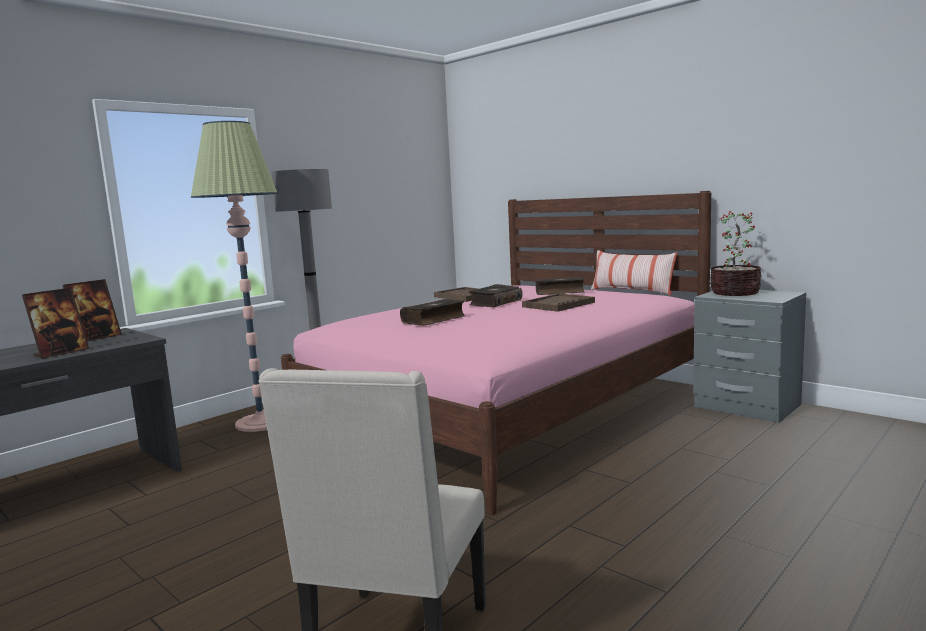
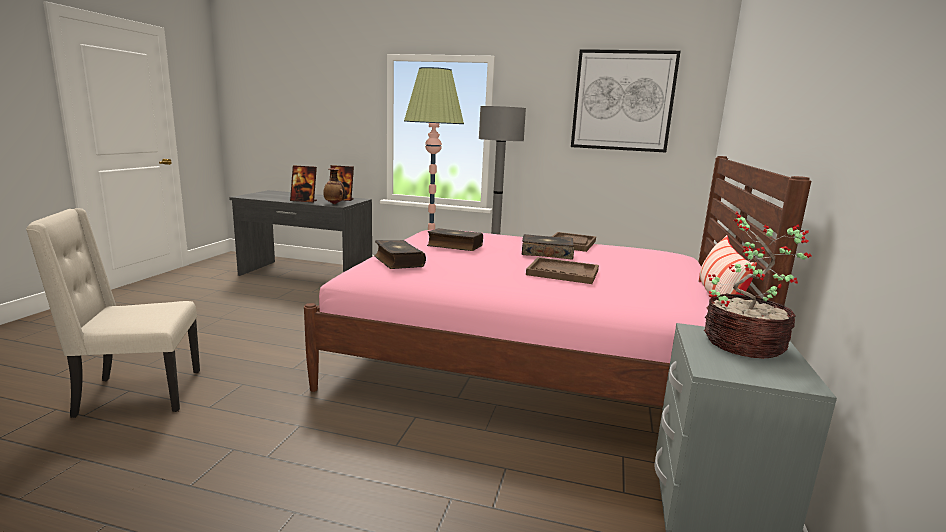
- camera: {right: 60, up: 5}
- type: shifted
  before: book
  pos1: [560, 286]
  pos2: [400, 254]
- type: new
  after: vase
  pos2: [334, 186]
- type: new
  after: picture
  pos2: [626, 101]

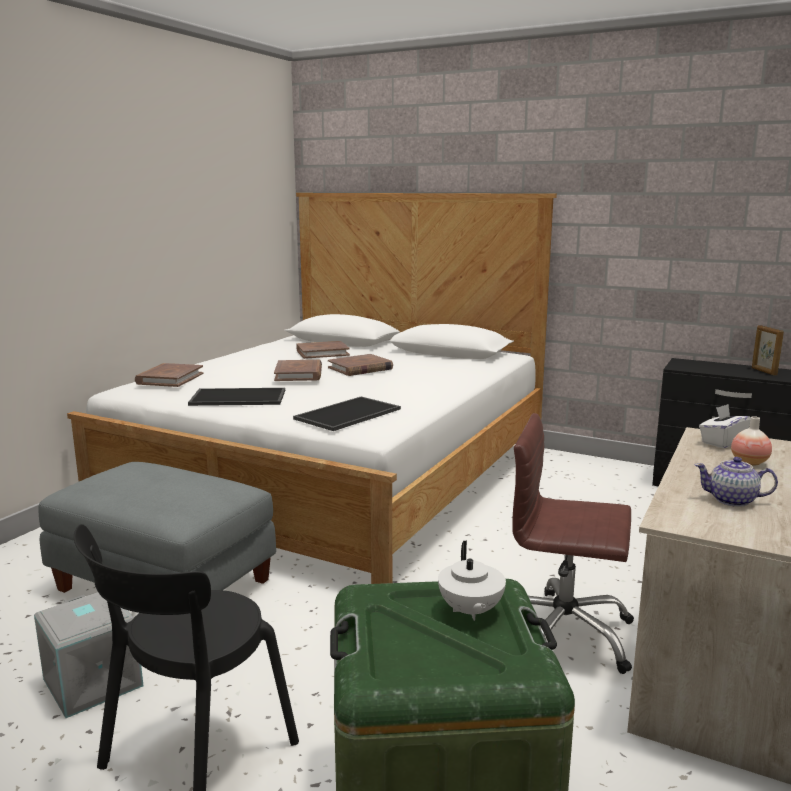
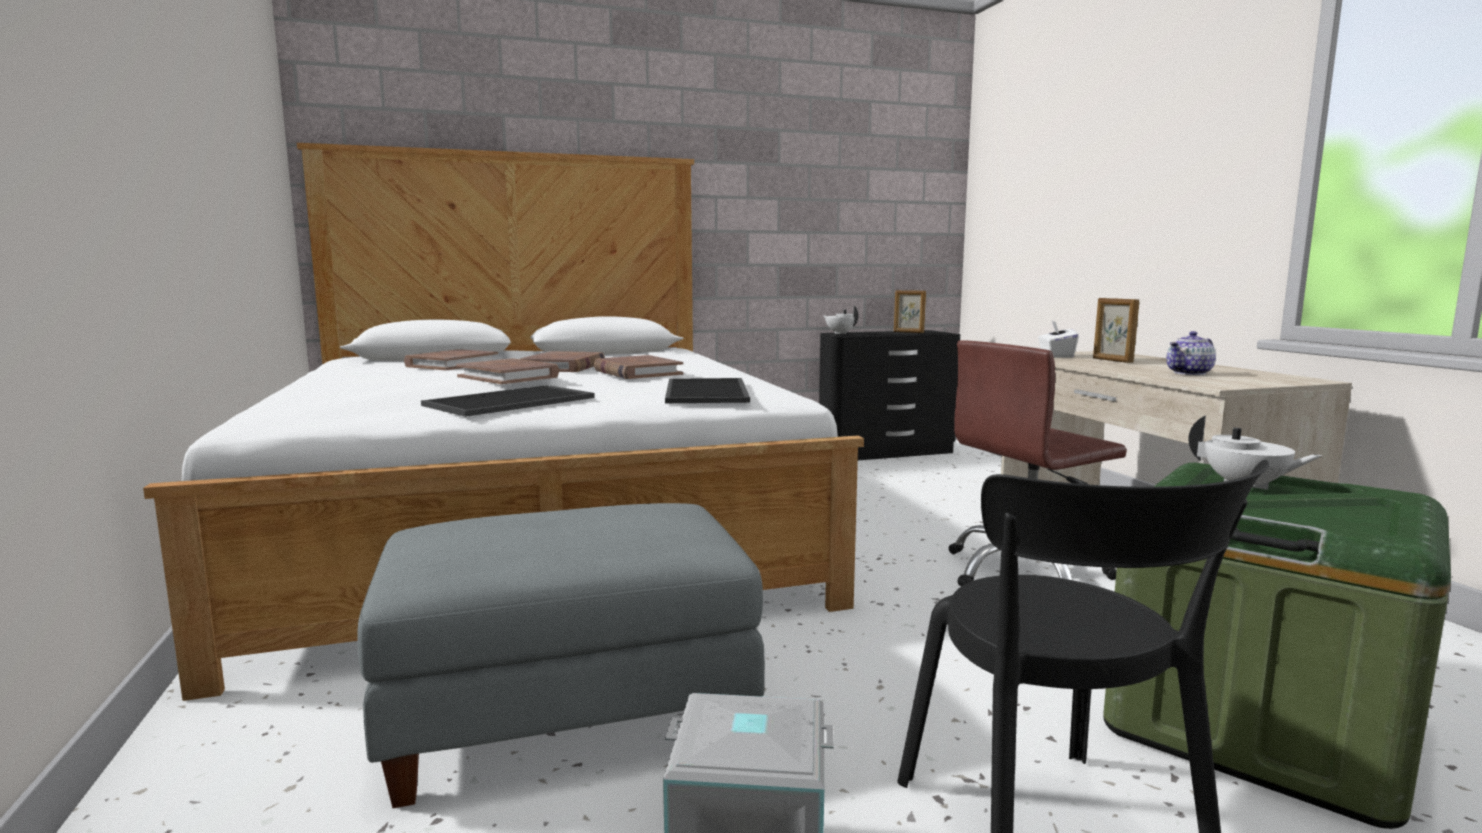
- camera: {right: -45, up: -5}
- type: shifted
  before: book (brown)
  pos1: [169, 375]
  pos2: [639, 367]
- type: swapped
  before: vase
  after: picture frame
  pos1: [751, 441]
  pos2: [1116, 330]
- type: new
  after: teapot (white)
  pos2: [841, 320]

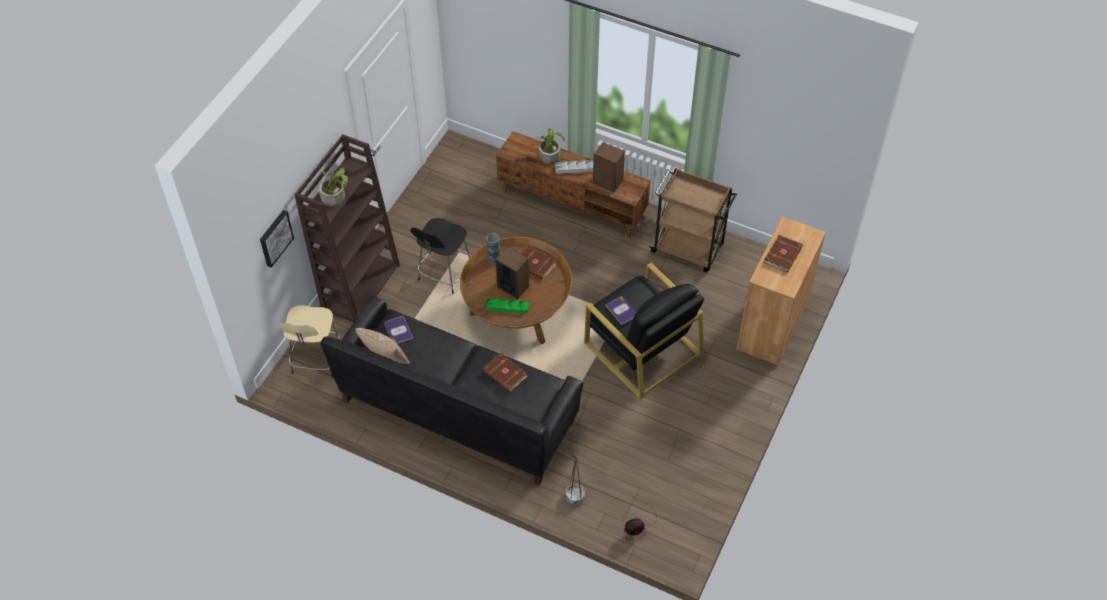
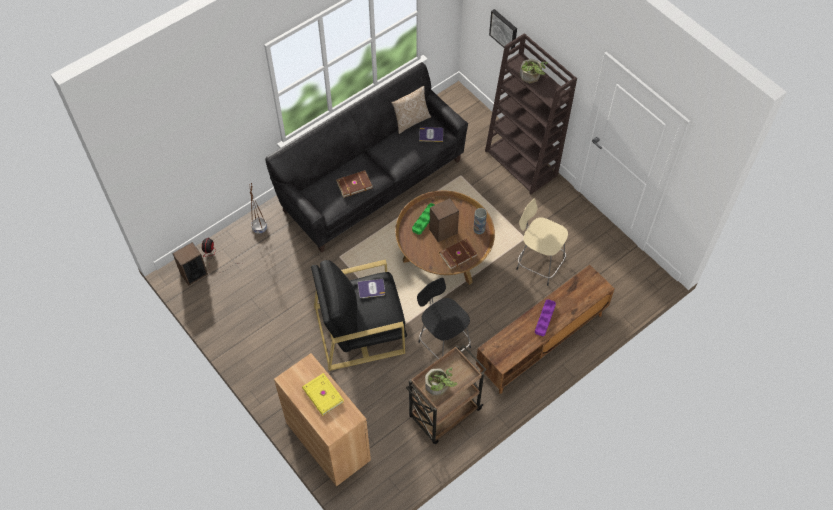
- camera: {right: 115, up: 5}
- type: shifted
  before: stool (beige)
  pos1: [309, 341]
  pos2: [542, 242]
- type: shifted
  before: stool (black)
  pos1: [440, 256]
  pos2: [444, 318]
- type: shifted
  before: potted plant
  pos1: [550, 146]
  pos2: [441, 381]
- type: repainted
  before: tray (grey)
  after: tray (purple)
  pos1: [574, 167]
  pos2: [545, 317]
- type: shifted
  before: speaker
  pos1: [609, 167]
  pos2: [190, 263]
- type: repainted
  before: book (brown)
  after: book (yellow)
  pos1: [783, 253]
  pos2: [323, 394]

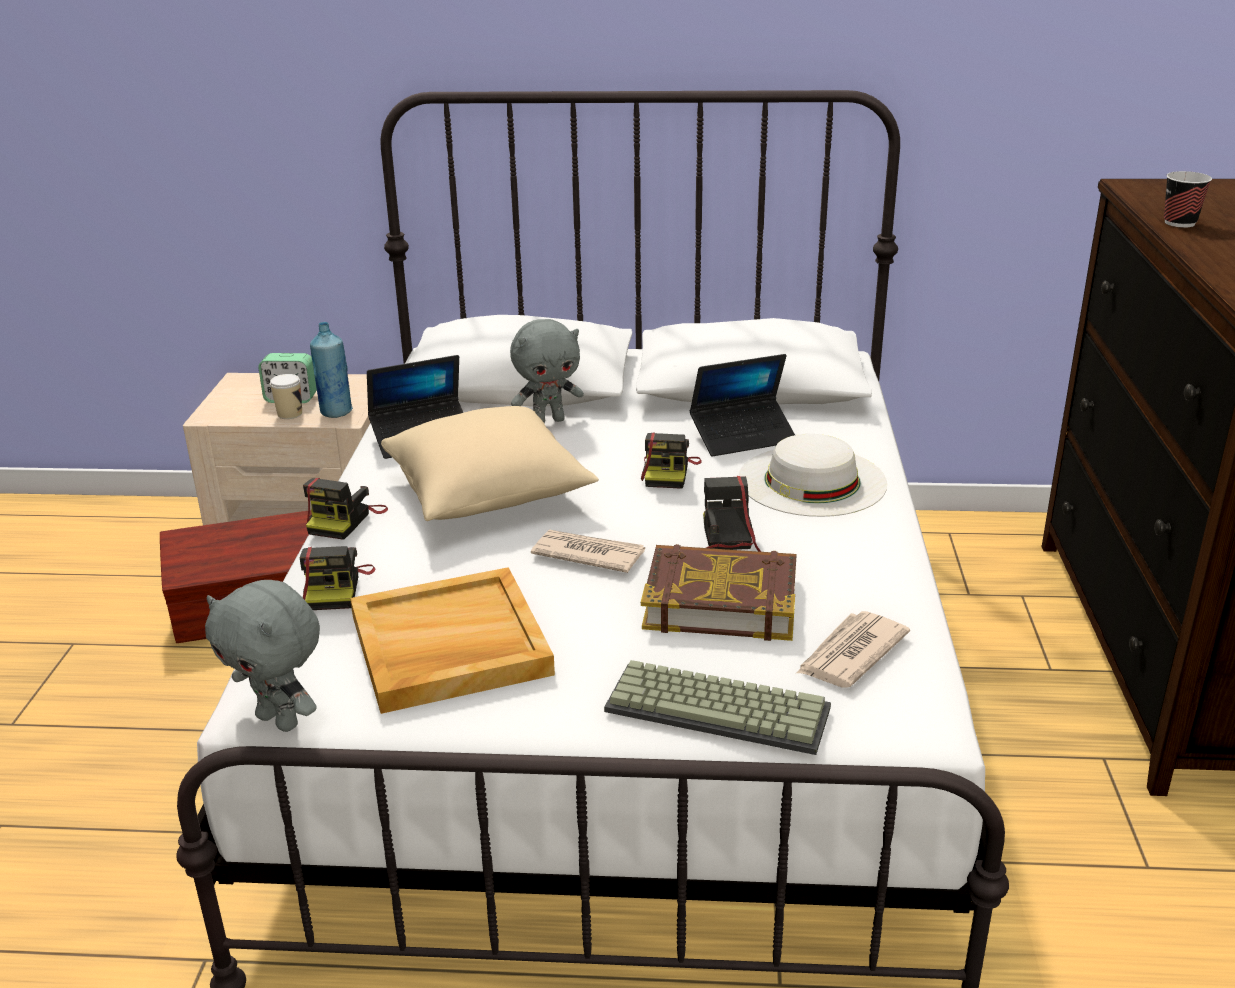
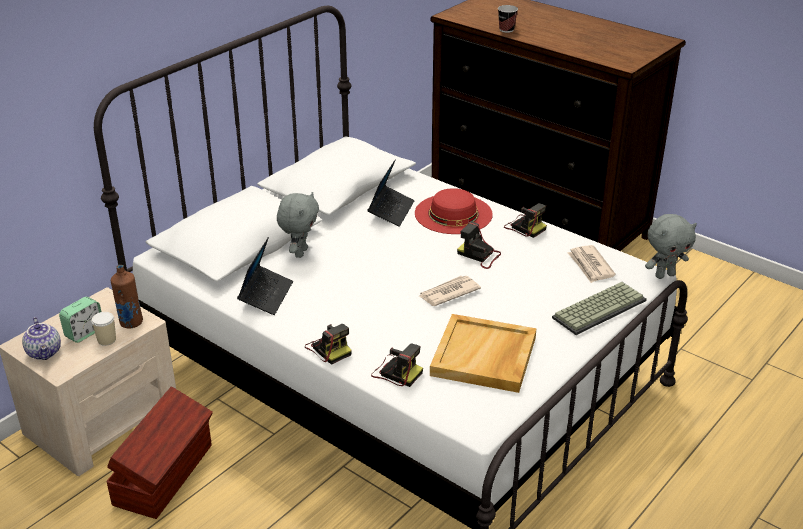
- camera: {right: -55, up: 5}
- type: shifted
  before: plush toy (grey)
  pos1: [262, 656]
  pos2: [671, 246]
- type: repainted
  before: bottle (blue)
  after: bottle (brown)
  pos1: [331, 370]
  pos2: [127, 297]
- type: gone
  before: pillow (beige)
  pos1: [490, 463]
- type: shifted
  before: photo camera
  pos1: [671, 460]
  pos2: [525, 220]
- type: gone
  before: book
  pos1: [719, 592]
- type: repainted
  before: hat (white)
  after: hat (red)
  pos1: [813, 475]
  pos2: [454, 211]
- type: new
  after: teapot
  pos2: [41, 338]

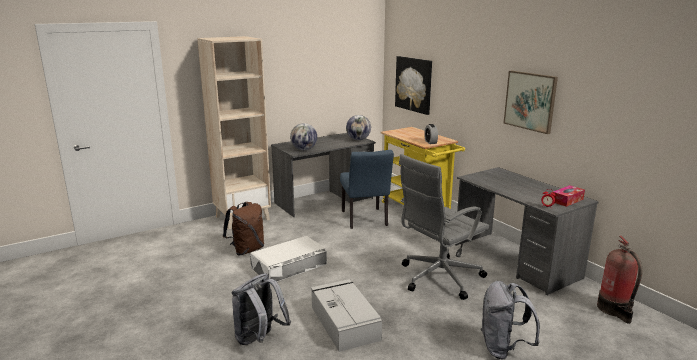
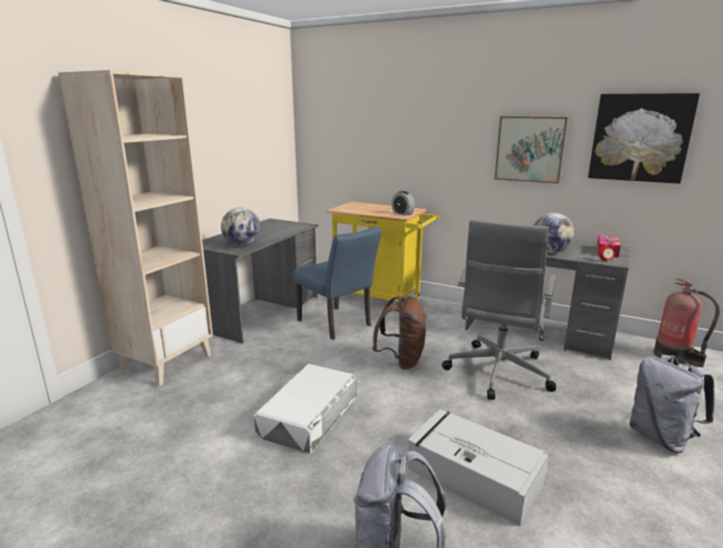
- camera: {right: -30, up: 0}
- type: shifted
  before: backpack (brown)
  pos1: [243, 228]
  pos2: [399, 332]
- type: shifted
  before: globe
  pos1: [358, 127]
  pos2: [554, 233]
- type: shifted
  before: picture
  pos1: [413, 85]
  pos2: [644, 138]

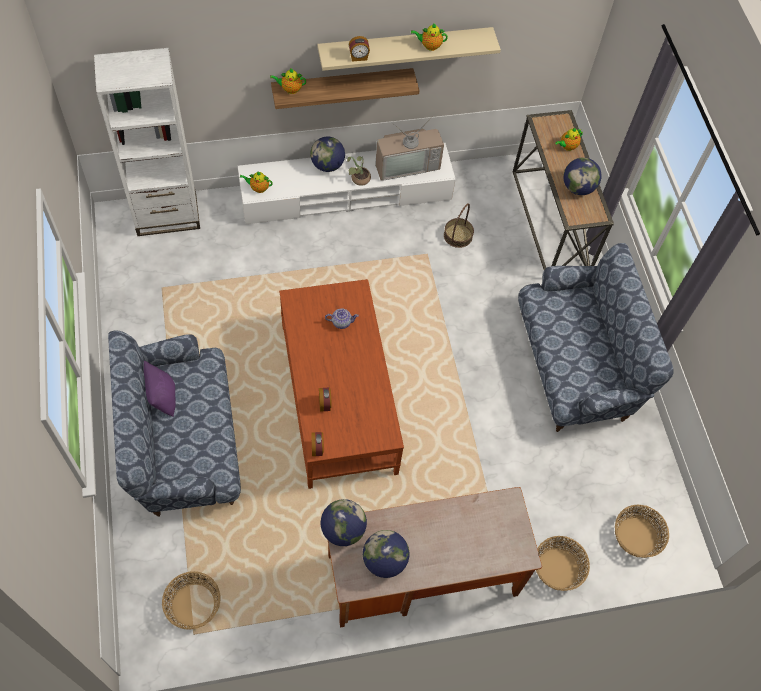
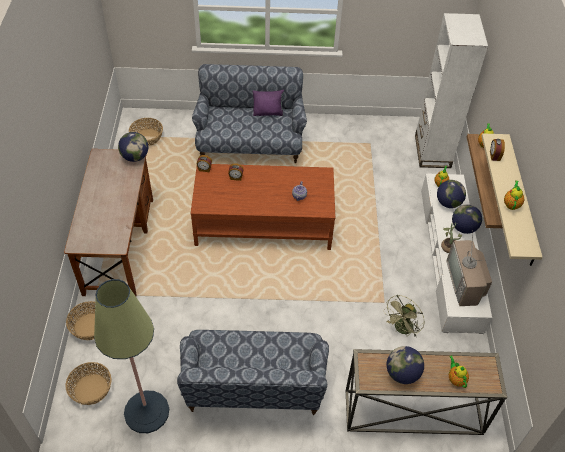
- camera: {right: 105, up: -10}
- type: shifted
  before: globe
  pos1: [386, 554]
  pos2: [451, 194]
- type: swapped
  before: basket
  after: fan (green)
  pos1: [459, 225]
  pos2: [404, 315]
- type: new
  after: floor lamp
  pos2: [131, 356]

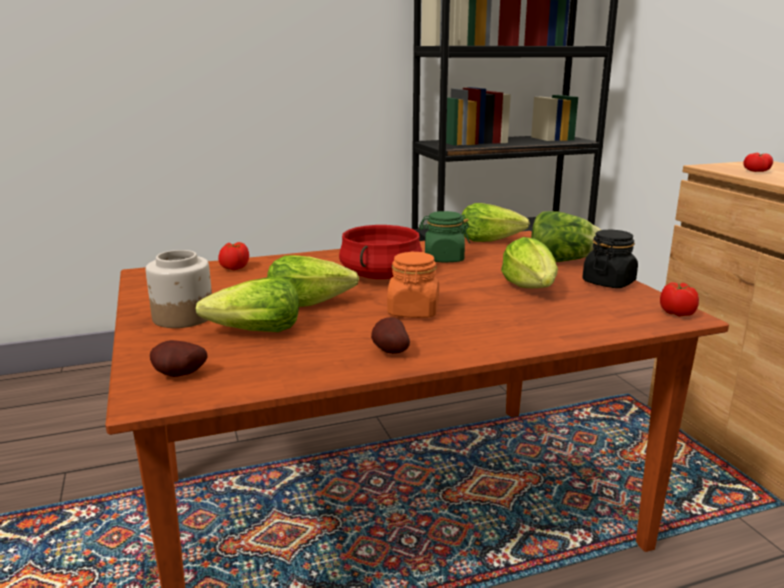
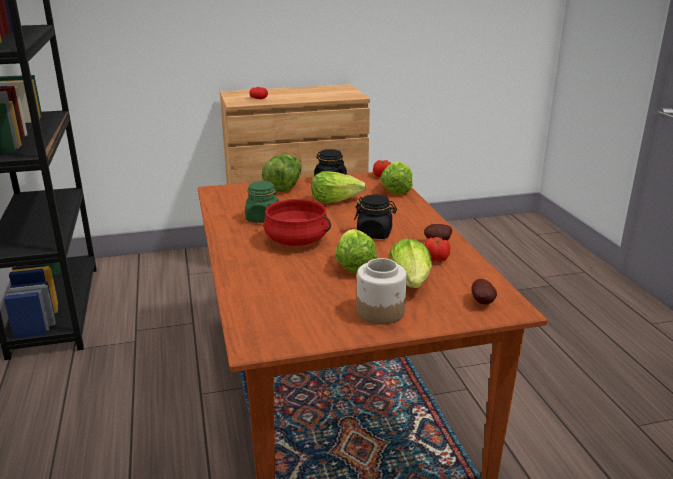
- camera: {right: -85, up: 5}
- type: shifted
  before: tomato
  pos1: [233, 256]
  pos2: [437, 249]
- type: repainted
  before: jar (orange)
  after: jar (black)
  pos1: [413, 285]
  pos2: [375, 216]
- type: shifted
  before: lettuce
  pos1: [496, 222]
  pos2: [396, 178]

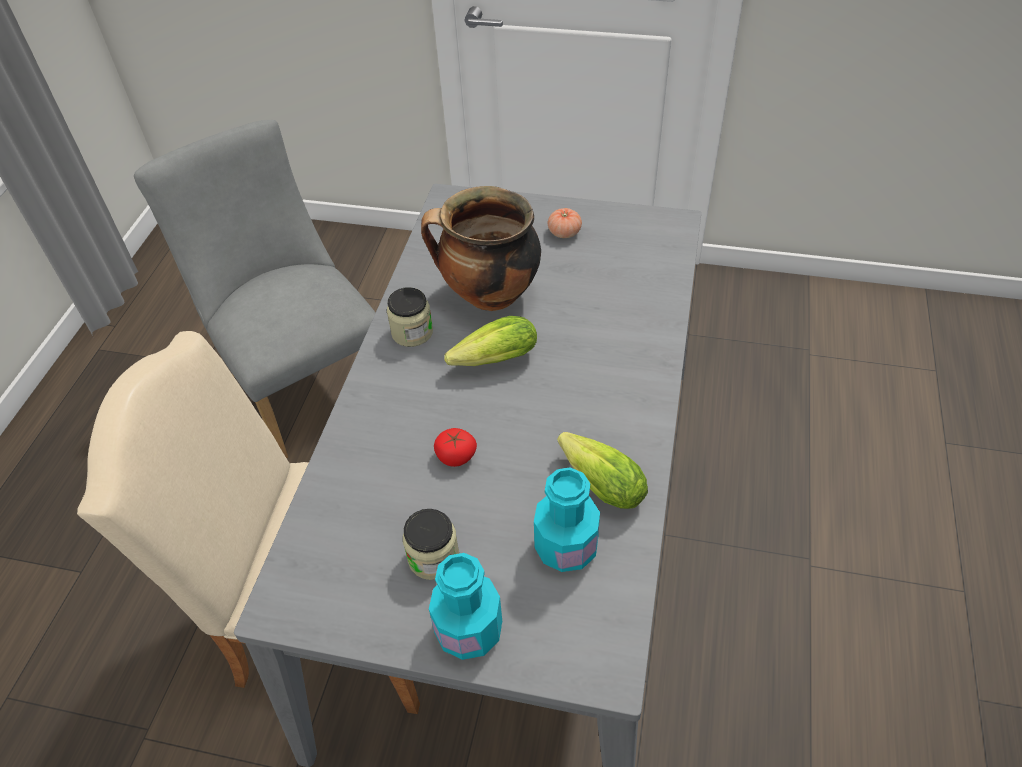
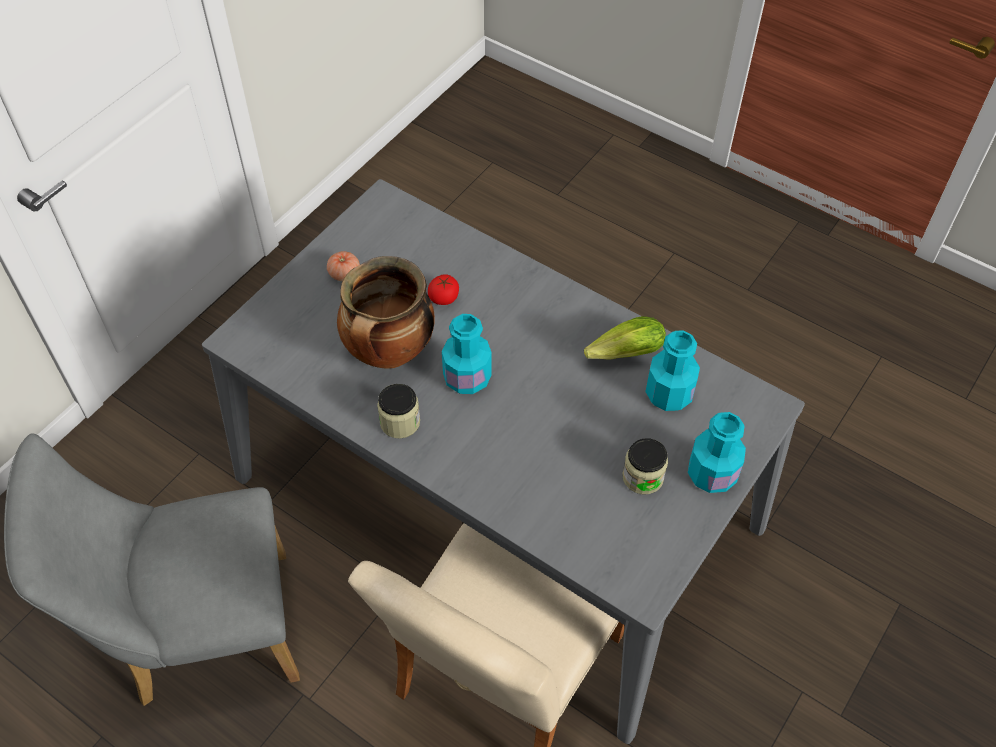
- camera: {right: -70, up: 5}
- type: shifted
  before: tomato
  pos1: [455, 447]
  pos2: [443, 289]
- type: swapped
  before: lettuce
  after: bottle (turquoise)
  pos1: [490, 341]
  pos2: [467, 354]

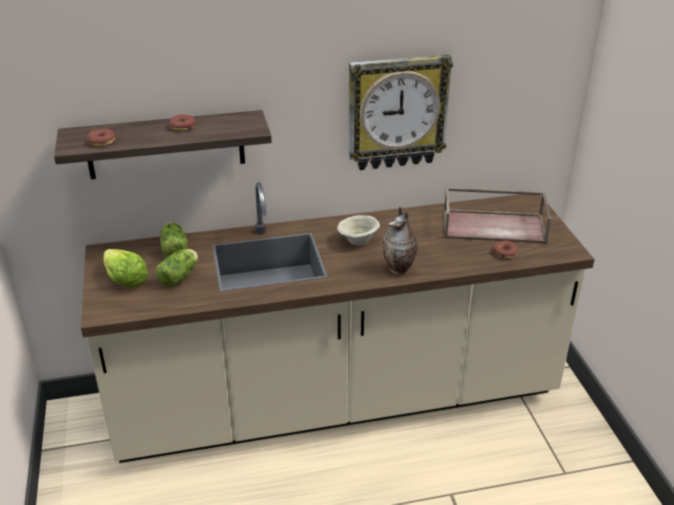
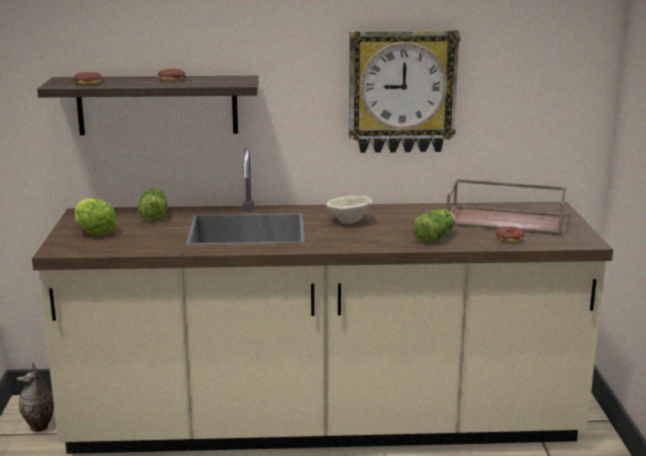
- camera: {right: 10, up: -15}
- type: shifted
  before: lettuce
  pos1: [176, 268]
  pos2: [434, 226]
- type: shifted
  before: vase
  pos1: [400, 240]
  pos2: [35, 397]

